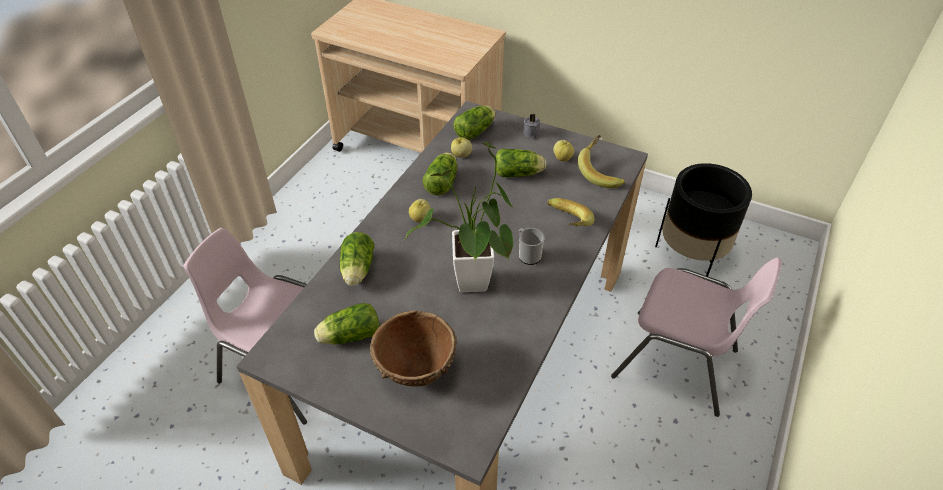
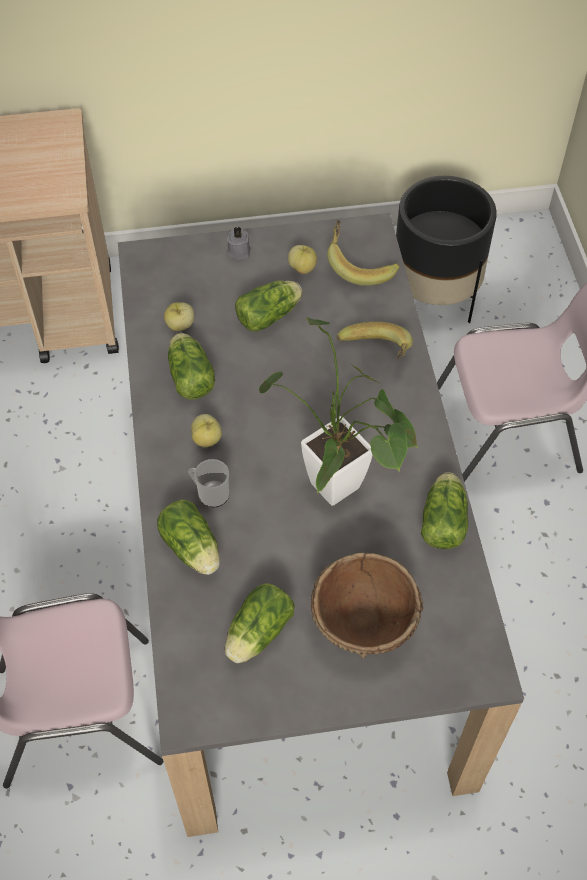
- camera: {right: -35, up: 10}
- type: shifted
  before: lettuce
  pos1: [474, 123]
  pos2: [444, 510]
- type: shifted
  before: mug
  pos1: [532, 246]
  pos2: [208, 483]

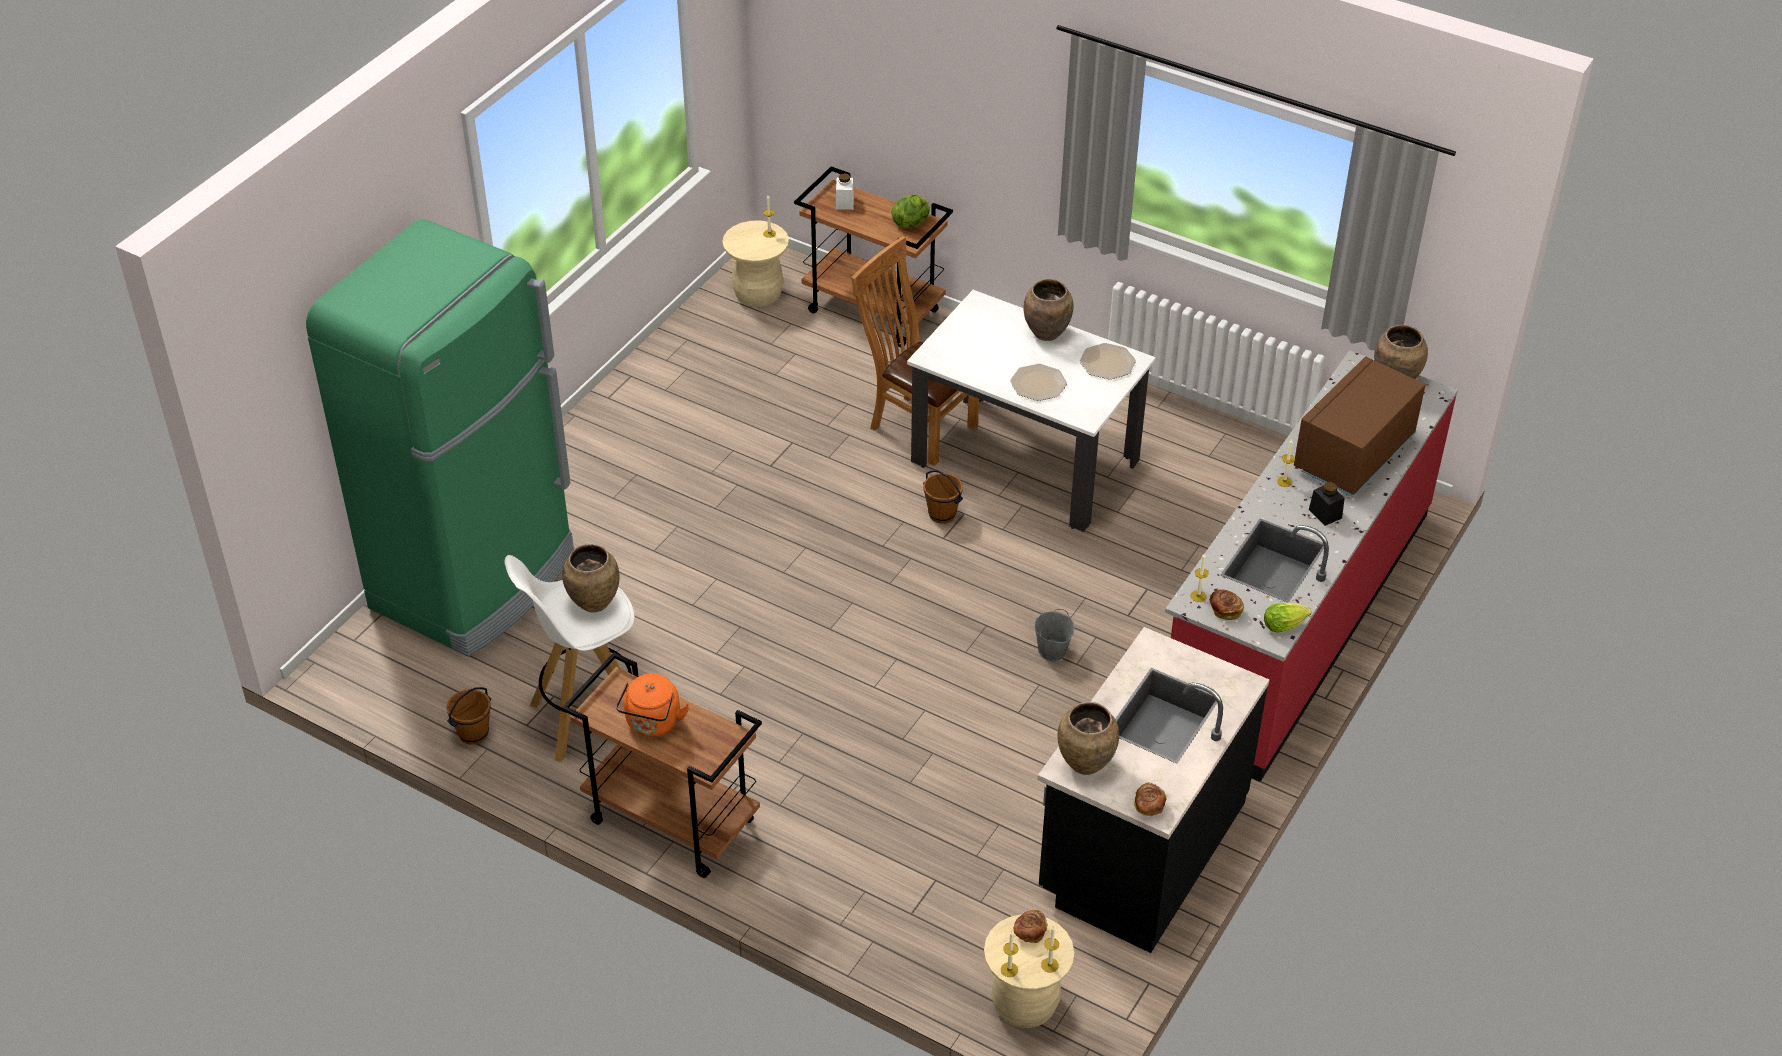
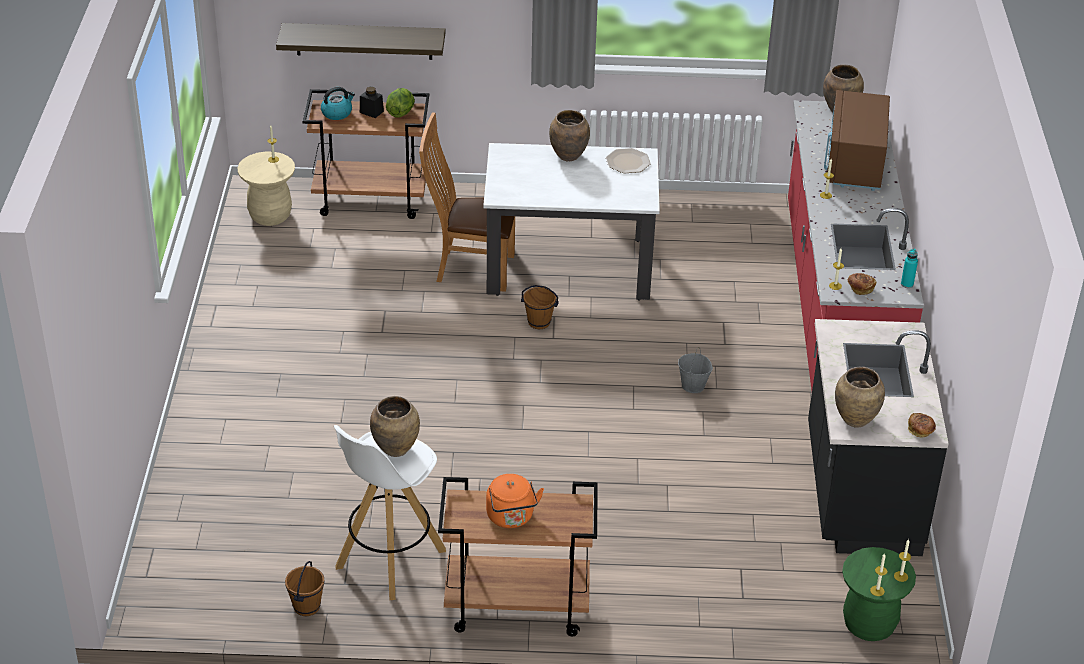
- camera: {right: -30, up: -5}
- type: gone
  before: fridge (green)
  pos1: [440, 438]
- type: swapped
  before: jar (white)
  after: kettle
  pos1: [845, 191]
  pos2: [338, 103]
- type: repainted
  before: stool (beige)
  after: stool (green)
  pos1: [1029, 971]
  pos2: [879, 594]
- type: gone
  before: plate
  pos1: [1038, 382]
- type: gone
  before: bread
  pos1: [1031, 926]
- type: swapped
  before: lettuce
  after: bottle (turquoise)
  pos1: [1287, 617]
  pos2: [909, 268]
- type: shifted
  before: jar (black)
  pos1: [1327, 504]
  pos2: [372, 102]
- type: new
  after: shelf
  pos2: [360, 41]

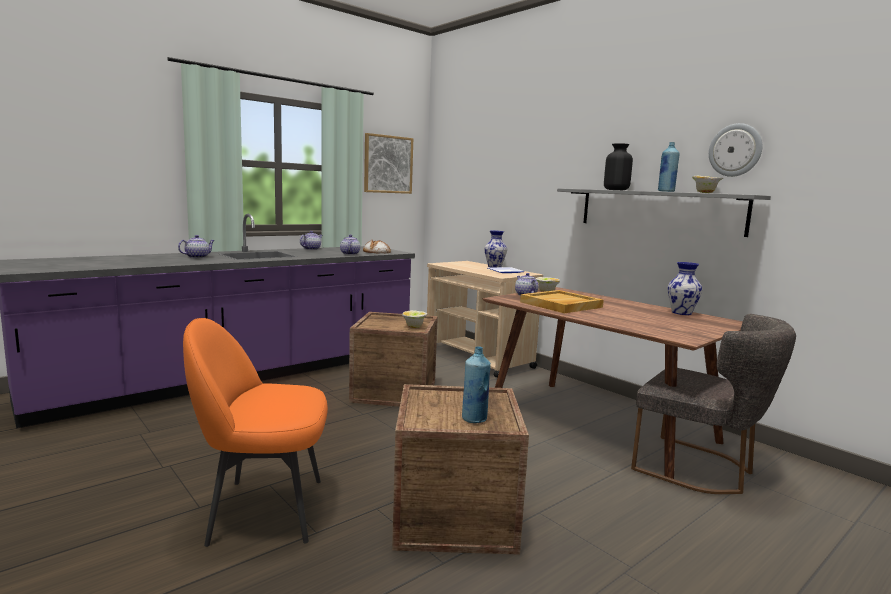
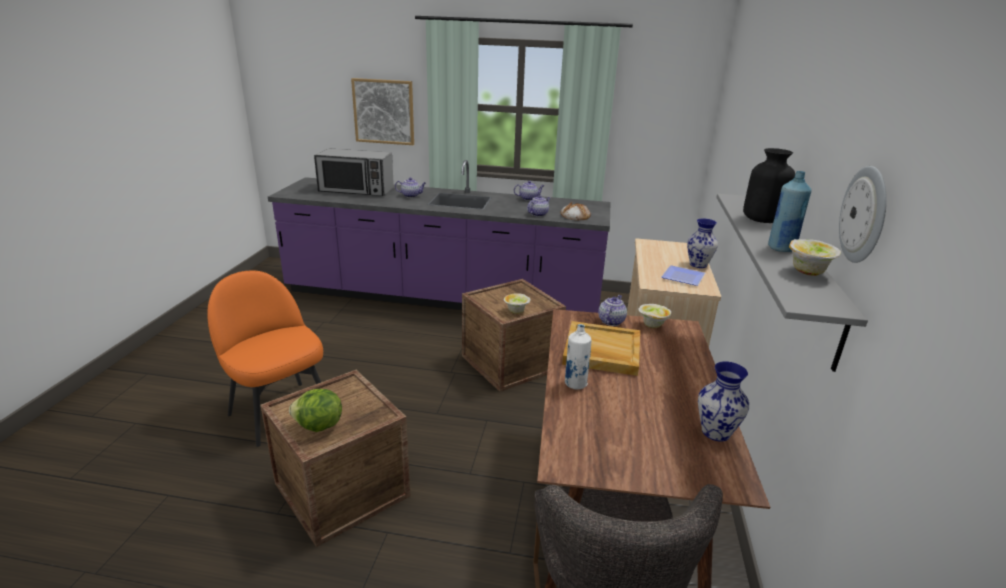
- camera: {right: 50, up: 15}
- type: shifted
  before: picture
  pos1: [388, 163]
  pos2: [382, 111]
- type: swapped
  before: bottle (blue)
  after: lettuce
  pos1: [476, 385]
  pos2: [315, 410]
- type: new
  after: microwave
  pos2: [354, 172]
- type: new
  after: bottle (white)
  pos2: [578, 357]

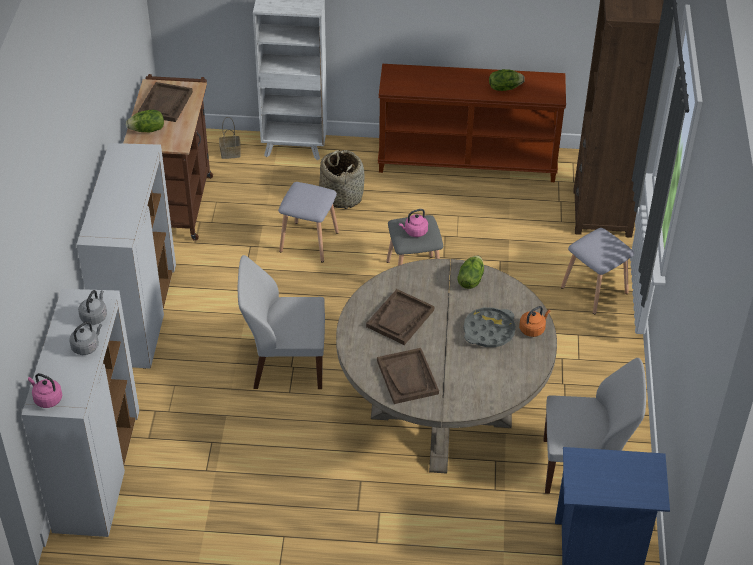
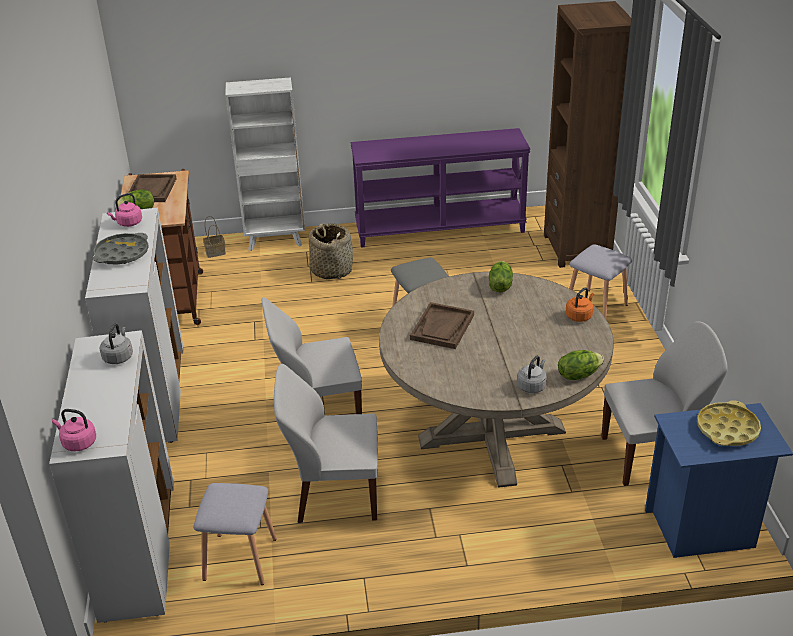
- camera: {right: -10, up: -10}
- type: shifted
  before: kettle (grey)
  pos1: [85, 338]
  pos2: [532, 374]
- type: shifted
  before: stool (grey)
  pos1: [308, 222]
  pos2: [235, 534]
- type: gone
  before: tray (brown)
  pos1: [408, 376]
- type: repainted
  before: console table (brown)
  after: console table (purple)
  pos1: [472, 123]
  pos2: [440, 188]
- type: shifted
  before: kettle (pink)
  pos1: [413, 223]
  pos2: [124, 210]
- type: shifted
  before: tray (grey)
  pos1: [490, 327]
  pos2: [121, 249]
- type: shifted
  before: lettuce
  pos1: [507, 80]
  pos2: [581, 365]
- type: new
  after: chair (white)
  pos2: [326, 443]
- type: new
  after: tray (yellow)
  pos2: [729, 423]

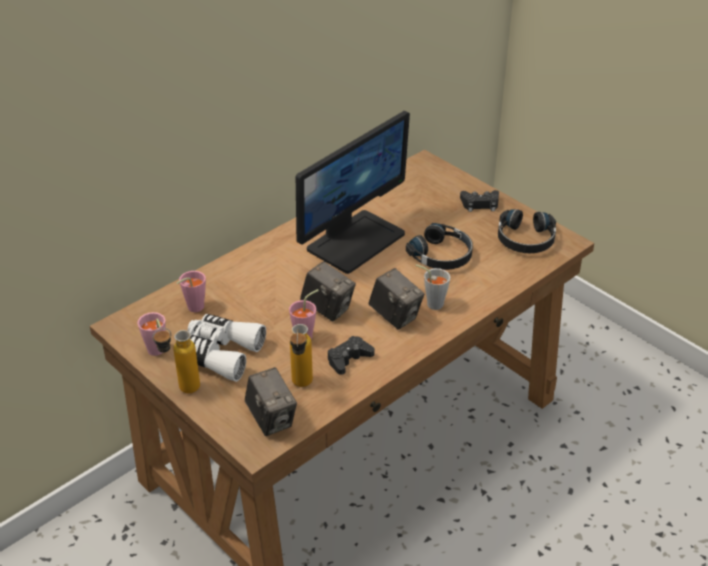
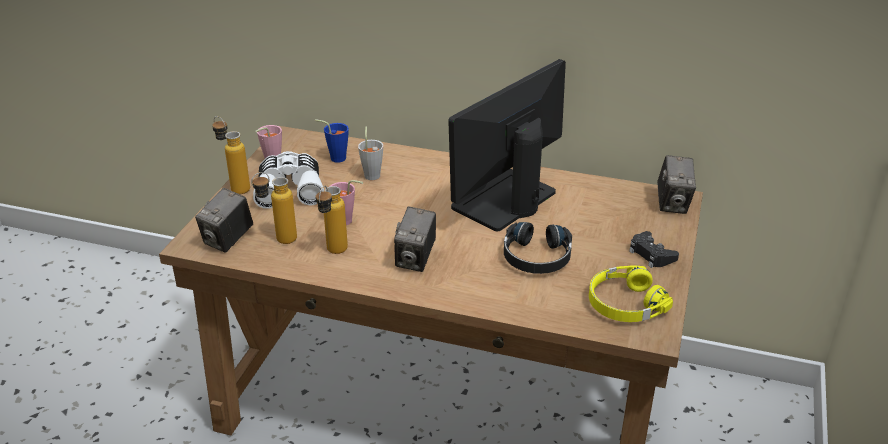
- camera: {right: 60, up: -5}
- type: repainted
  before: cup (pink)
  after: cup (blue)
  pos1: [191, 291]
  pos2: [332, 141]
- type: rotated
  before: monitor
  pos1: [353, 192]
  pos2: [507, 145]
  turn: 120
- type: shifted
  before: photo camera
  pos1: [328, 291]
  pos2: [676, 184]
- type: swapped
  before: game controller (black)
  after: bottle
  pos1: [351, 355]
  pos2: [331, 220]
- type: shifted
  before: cup (grey)
  pos1: [433, 287]
  pos2: [370, 153]
- type: repainted
  before: headphones (black)
  after: headphones (yellow)
  pos1: [527, 231]
  pos2: [631, 293]

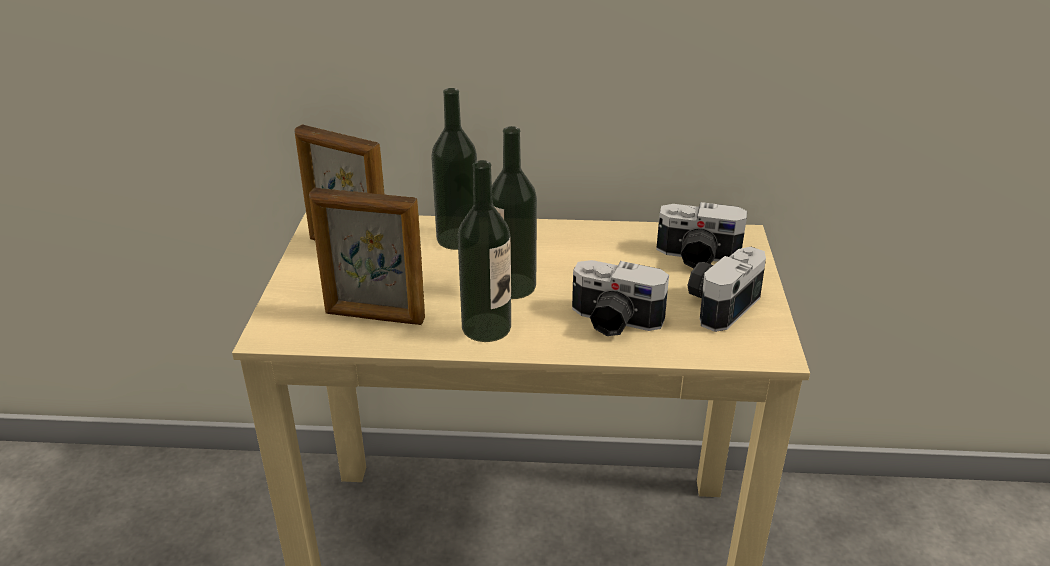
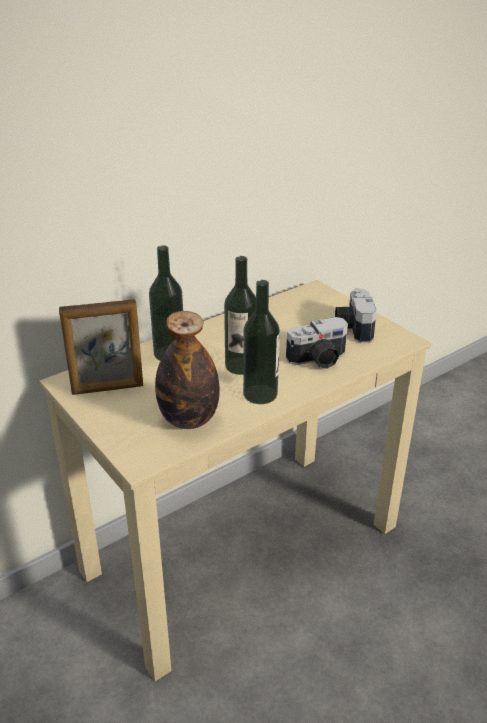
- camera: {right: -40, up: 0}
- type: swapped
  before: picture frame
  after: bottle
  pos1: [367, 256]
  pos2: [187, 370]
- type: gone
  before: photo camera
  pos1: [701, 235]

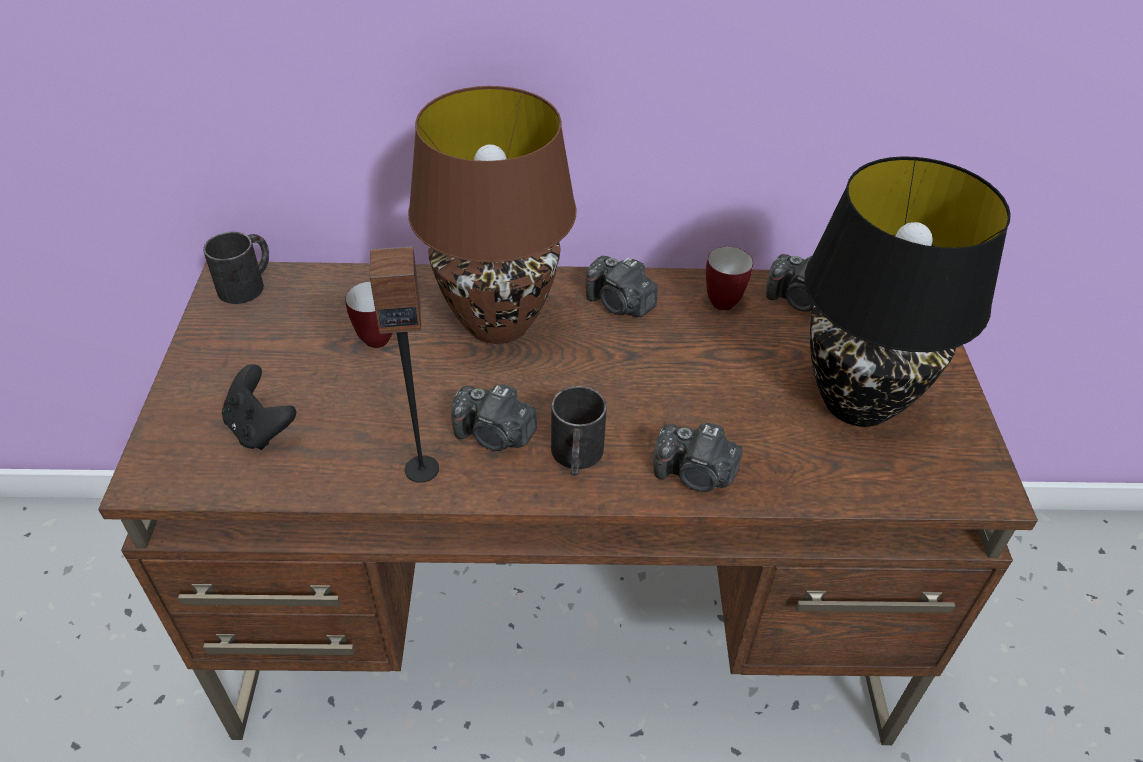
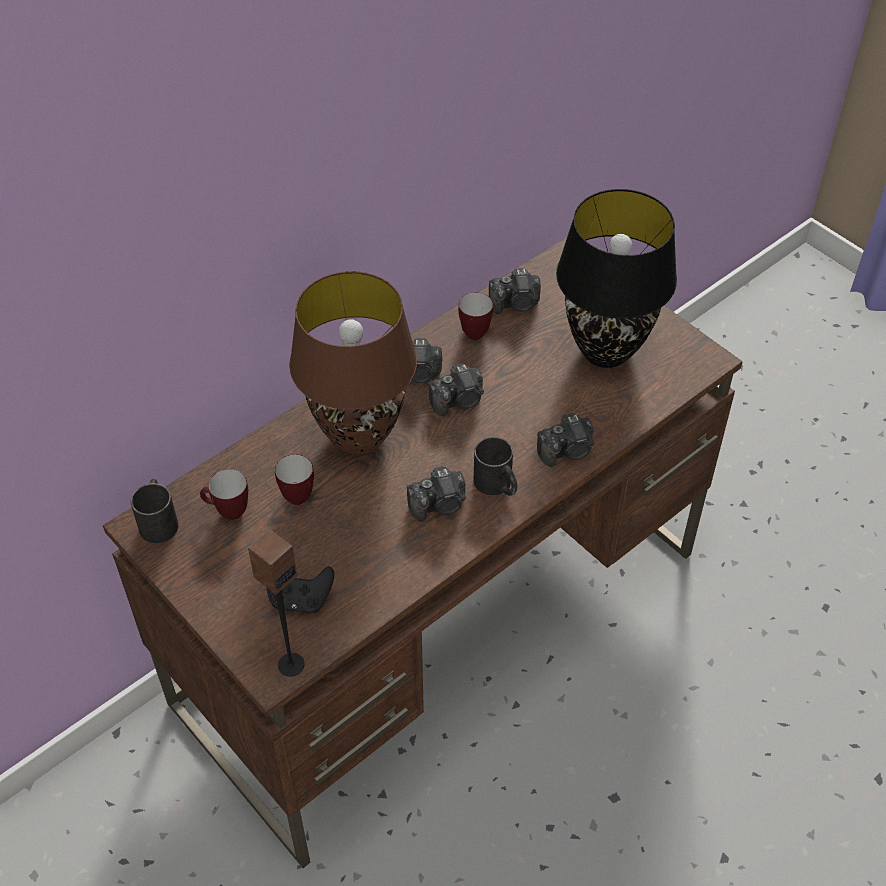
- camera: {right: -40, up: 5}
- type: shifted
  before: speaker
  pos1: [404, 364]
  pos2: [276, 603]
- type: new
  after: mug
  pos2: [224, 494]
- type: new
  after: photo camera
  pos2: [456, 389]

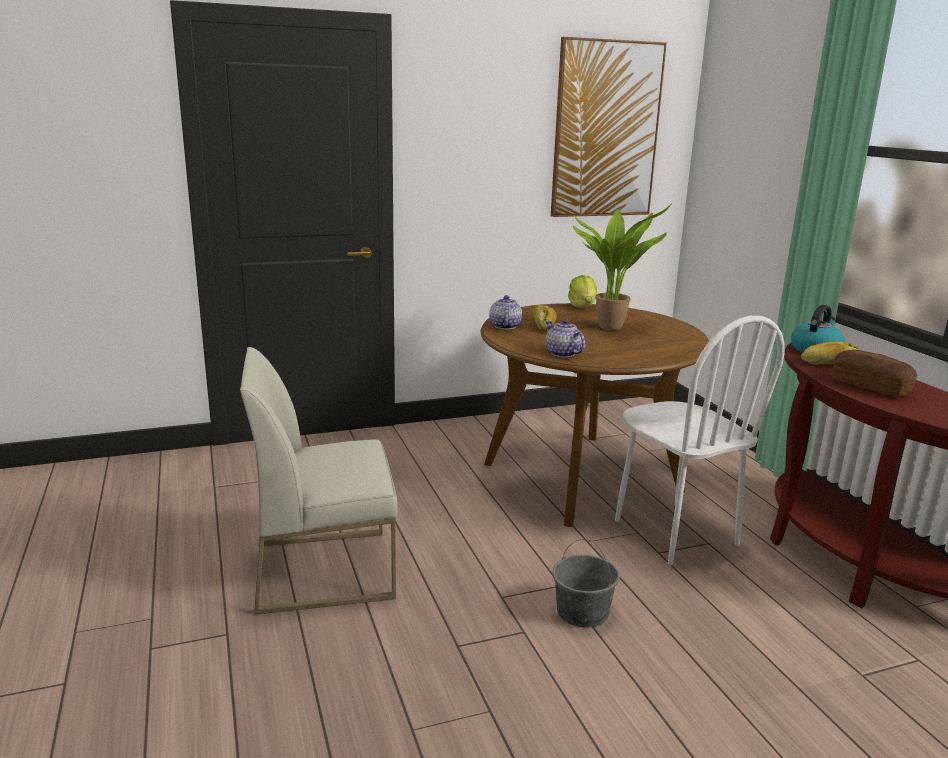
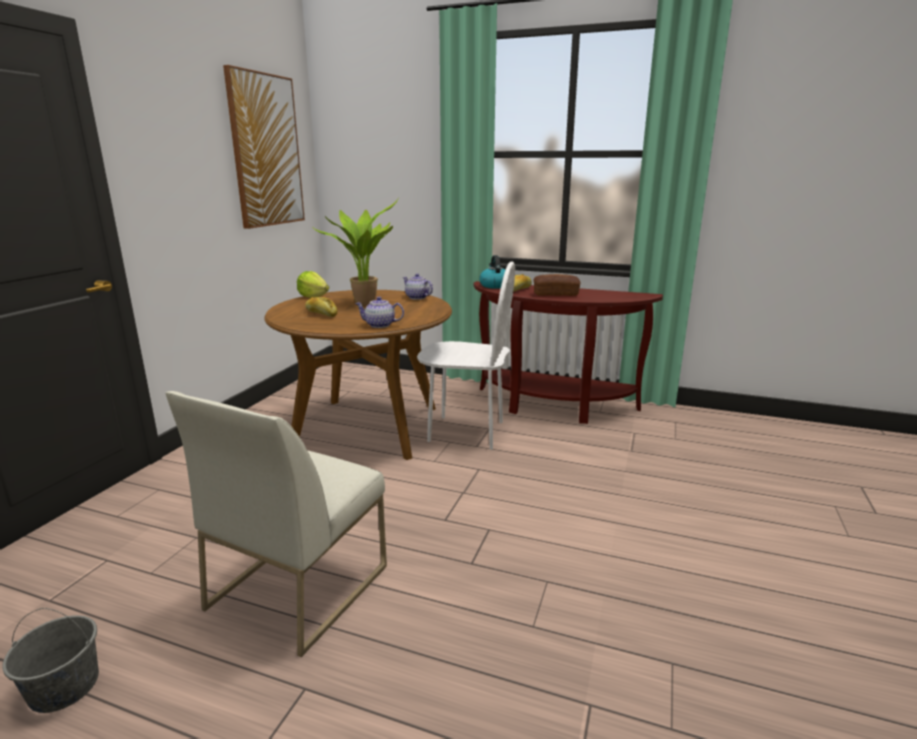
- camera: {right: -50, up: 0}
- type: shifted
  before: teapot
  pos1: [505, 312]
  pos2: [418, 287]
- type: shifted
  before: bucket (grey)
  pos1: [586, 583]
  pos2: [50, 660]

